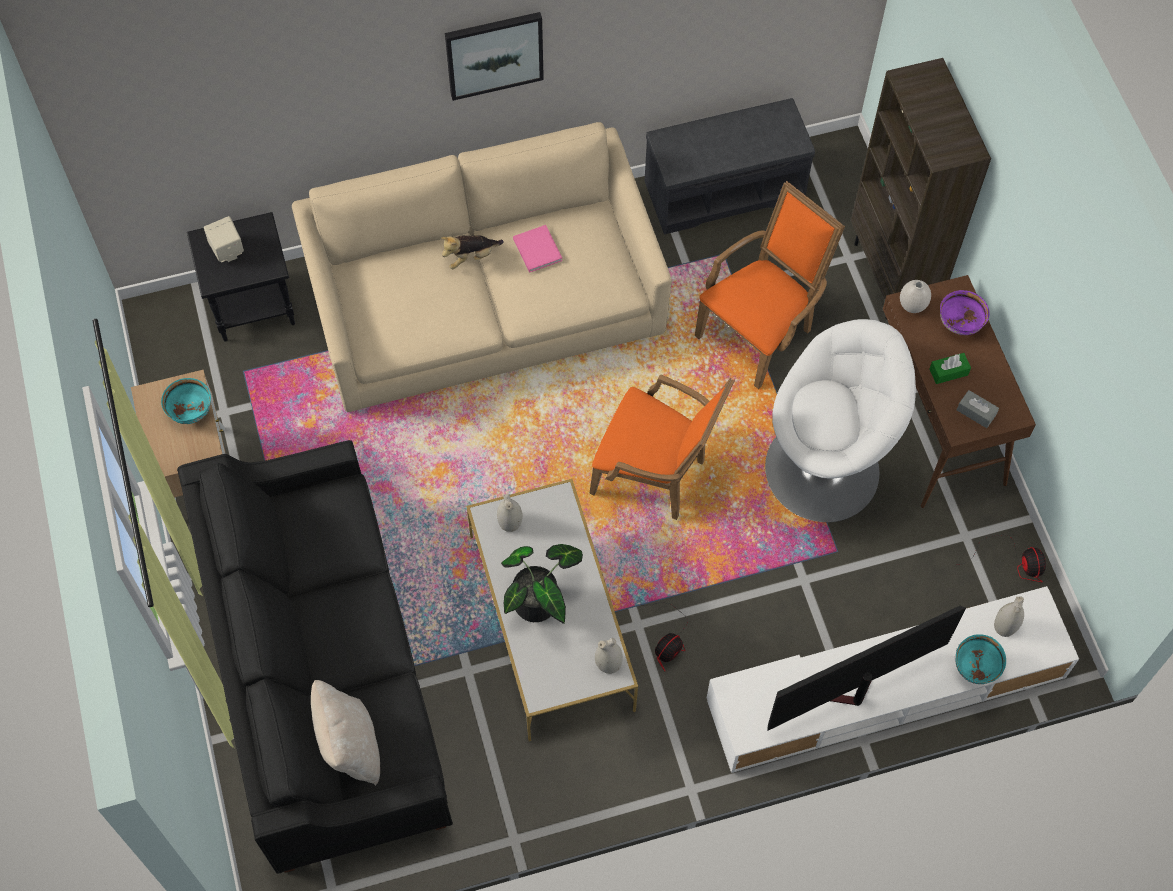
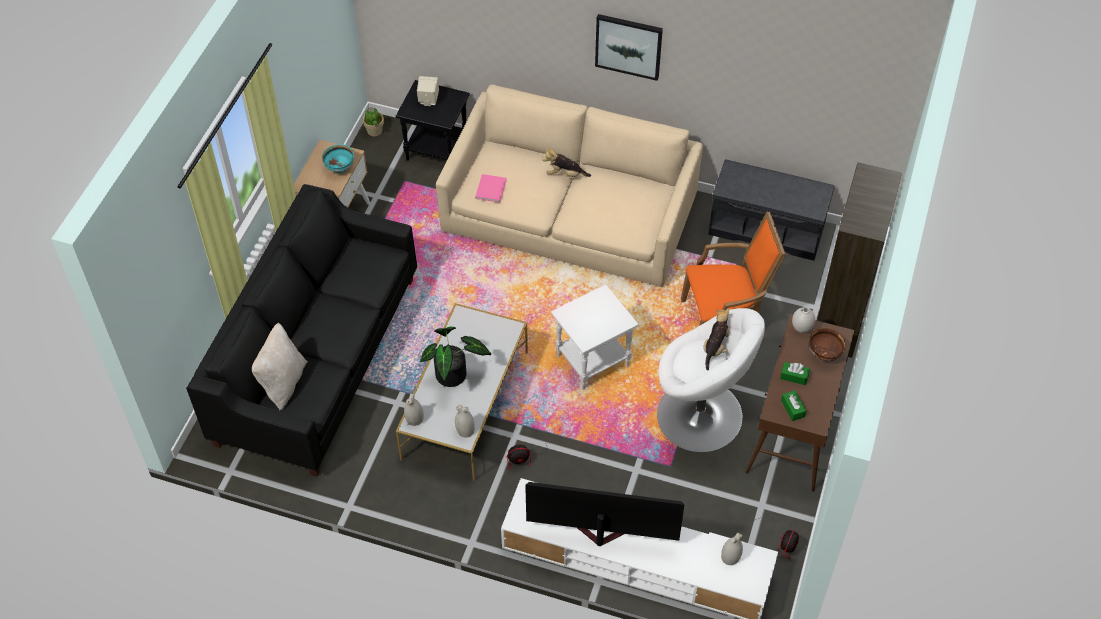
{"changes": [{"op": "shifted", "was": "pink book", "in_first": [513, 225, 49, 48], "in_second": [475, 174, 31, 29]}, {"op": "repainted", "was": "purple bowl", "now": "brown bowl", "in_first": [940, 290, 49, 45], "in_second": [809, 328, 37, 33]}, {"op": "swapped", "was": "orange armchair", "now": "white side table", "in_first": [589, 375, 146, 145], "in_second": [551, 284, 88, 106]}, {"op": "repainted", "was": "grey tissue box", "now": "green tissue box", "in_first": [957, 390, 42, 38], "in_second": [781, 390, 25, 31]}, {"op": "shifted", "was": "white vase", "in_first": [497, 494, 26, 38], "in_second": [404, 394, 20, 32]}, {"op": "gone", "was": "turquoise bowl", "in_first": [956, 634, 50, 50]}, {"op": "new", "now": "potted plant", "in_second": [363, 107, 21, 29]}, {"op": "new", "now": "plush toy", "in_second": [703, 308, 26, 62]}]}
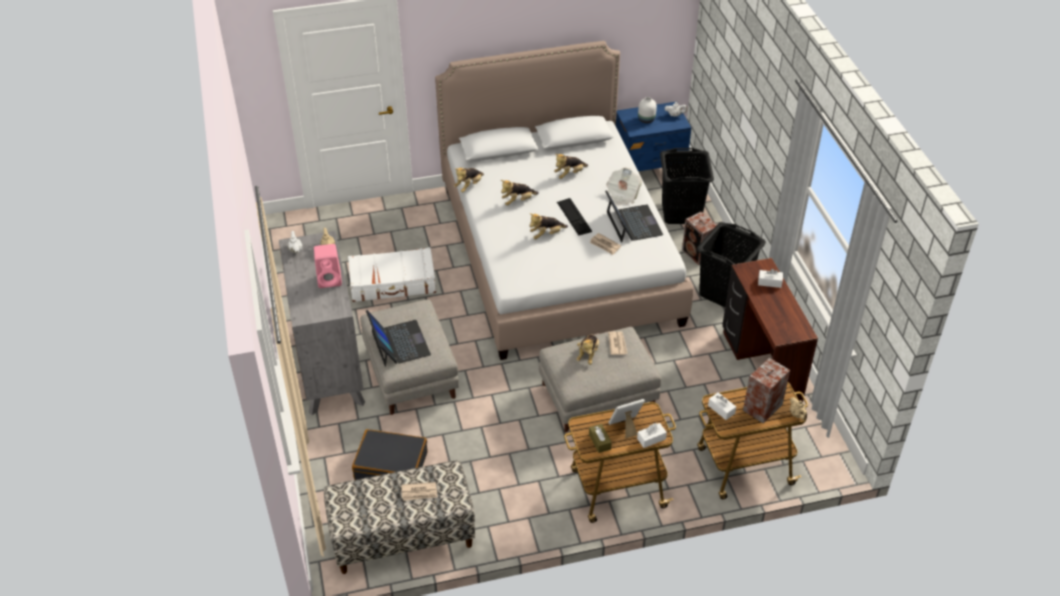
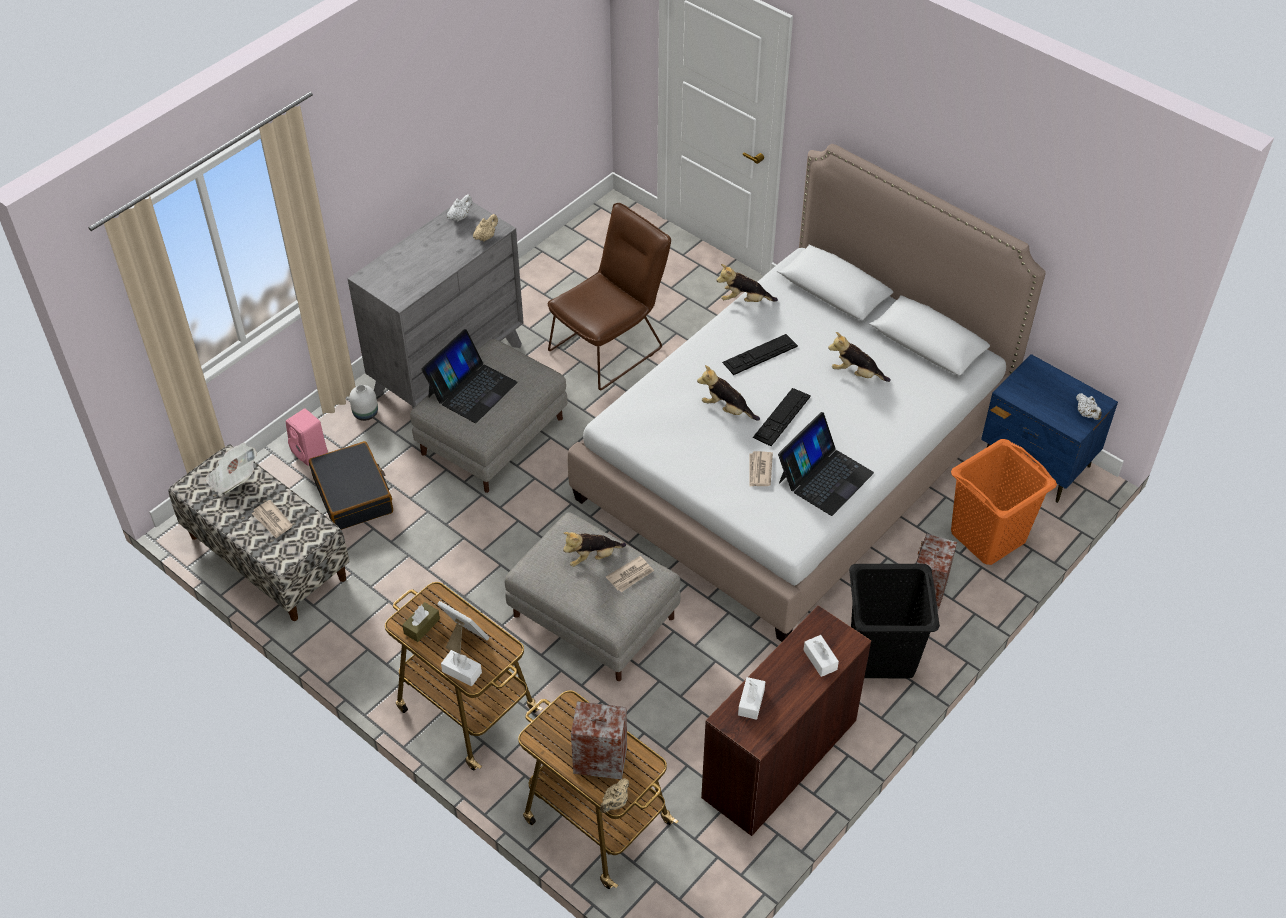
{"changes": [{"op": "shifted", "was": "white vase", "in_first": [638, 97, 19, 26], "in_second": [349, 385, 29, 36]}, {"op": "repainted", "was": "black laundry basket", "now": "orange laundry basket", "in_first": [660, 148, 54, 76], "in_second": [951, 439, 106, 126]}, {"op": "shifted", "was": "newspaper", "in_first": [606, 167, 36, 39], "in_second": [205, 443, 52, 53]}, {"op": "swapped", "was": "plush toy", "now": "keyboard", "in_first": [501, 180, 38, 26], "in_second": [722, 334, 76, 41]}, {"op": "shifted", "was": "pink speaker", "in_first": [314, 244, 28, 44], "in_second": [286, 408, 42, 58]}, {"op": "swapped", "was": "white suitcase", "now": "brown chair", "in_first": [348, 247, 88, 55], "in_second": [547, 203, 124, 187]}, {"op": "shifted", "was": "white tissue box", "in_first": [708, 392, 28, 28], "in_second": [738, 677, 27, 43]}]}
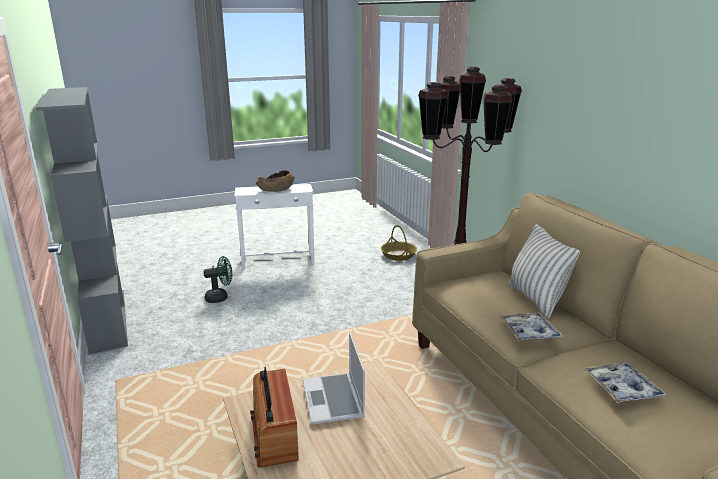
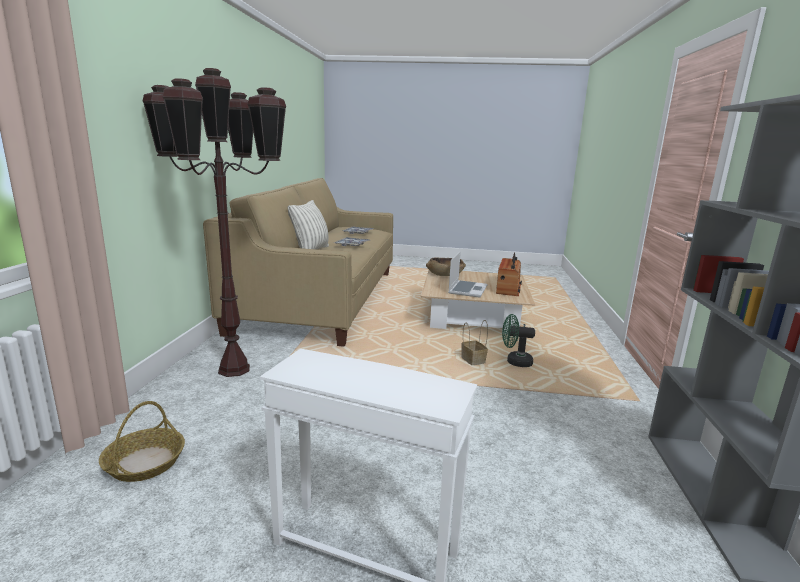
{"changes": [{"op": "shifted", "was": "brown bowl", "in_first": [256, 170, 39, 22], "in_second": [426, 257, 40, 19]}, {"op": "shifted", "was": "green fan", "in_first": [203, 256, 29, 47], "in_second": [502, 314, 33, 53]}, {"op": "new", "now": "basket", "in_second": [461, 320, 27, 45]}]}
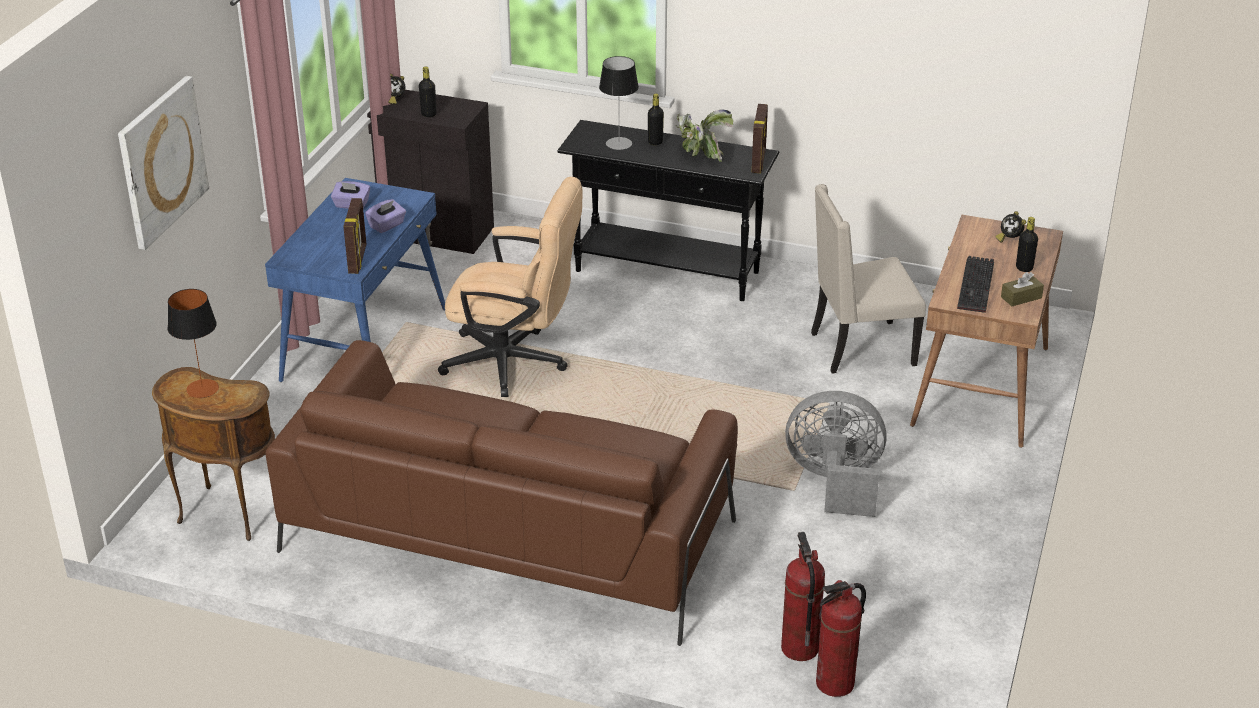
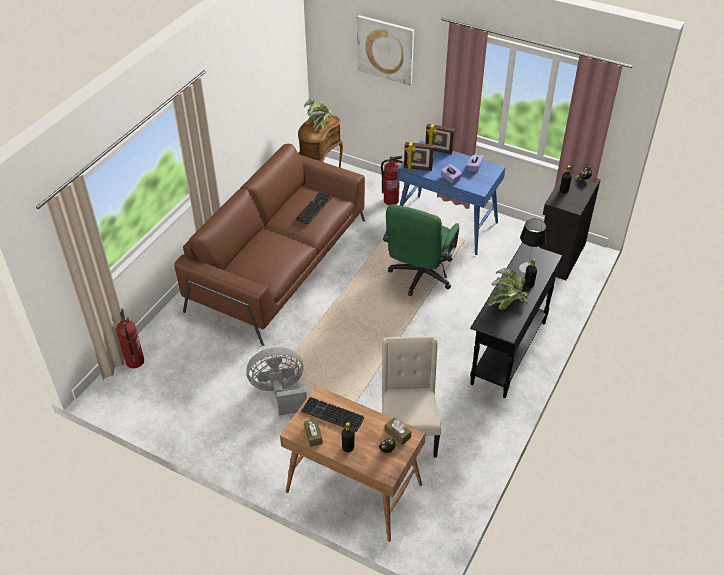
{"changes": [{"op": "shifted", "was": "picture frame", "in_first": [752, 104, 16, 69], "in_second": [425, 124, 30, 30]}, {"op": "repainted", "was": "beige office chair", "now": "green office chair", "in_first": [438, 177, 144, 220], "in_second": [383, 204, 76, 92]}, {"op": "swapped", "was": "table lamp", "now": "potted plant", "in_first": [168, 289, 51, 109], "in_second": [304, 98, 31, 33]}, {"op": "rotated", "was": "grey fan", "in_first": [785, 391, 102, 126], "in_second": [246, 347, 61, 68], "clockwise": -120}, {"op": "shifted", "was": "fire extinguisher", "in_first": [781, 532, 44, 129], "in_second": [381, 156, 21, 49]}, {"op": "new", "now": "keyboard", "in_second": [296, 192, 36, 32]}, {"op": "new", "now": "brown tissue box", "in_second": [385, 418, 26, 27]}]}
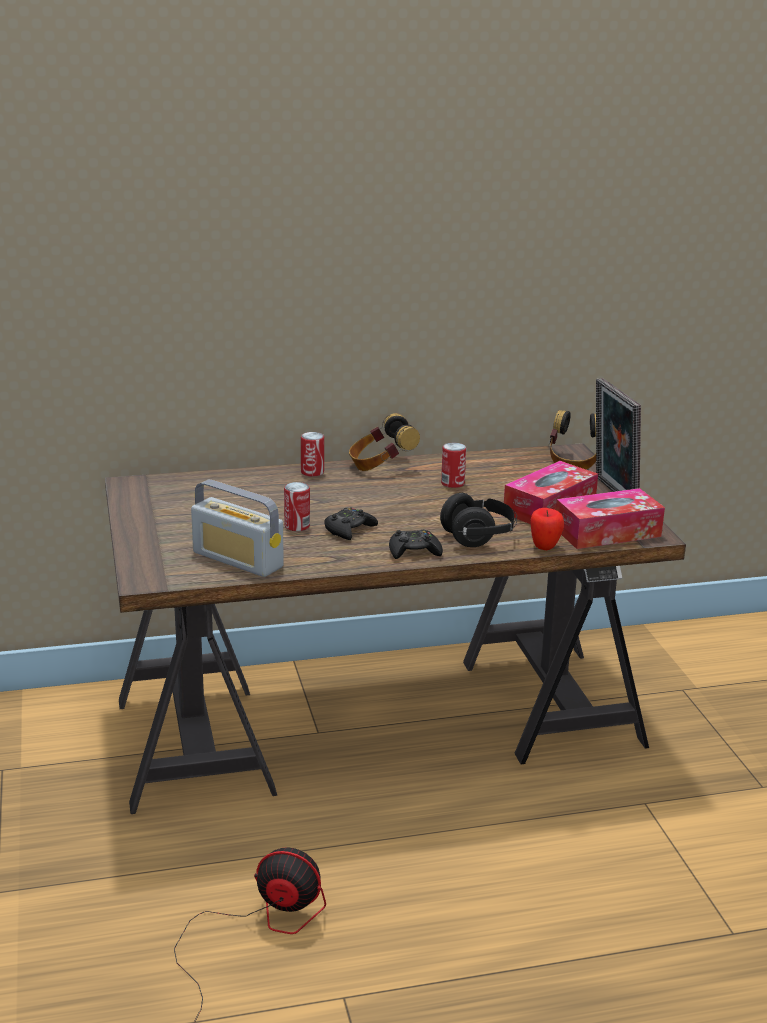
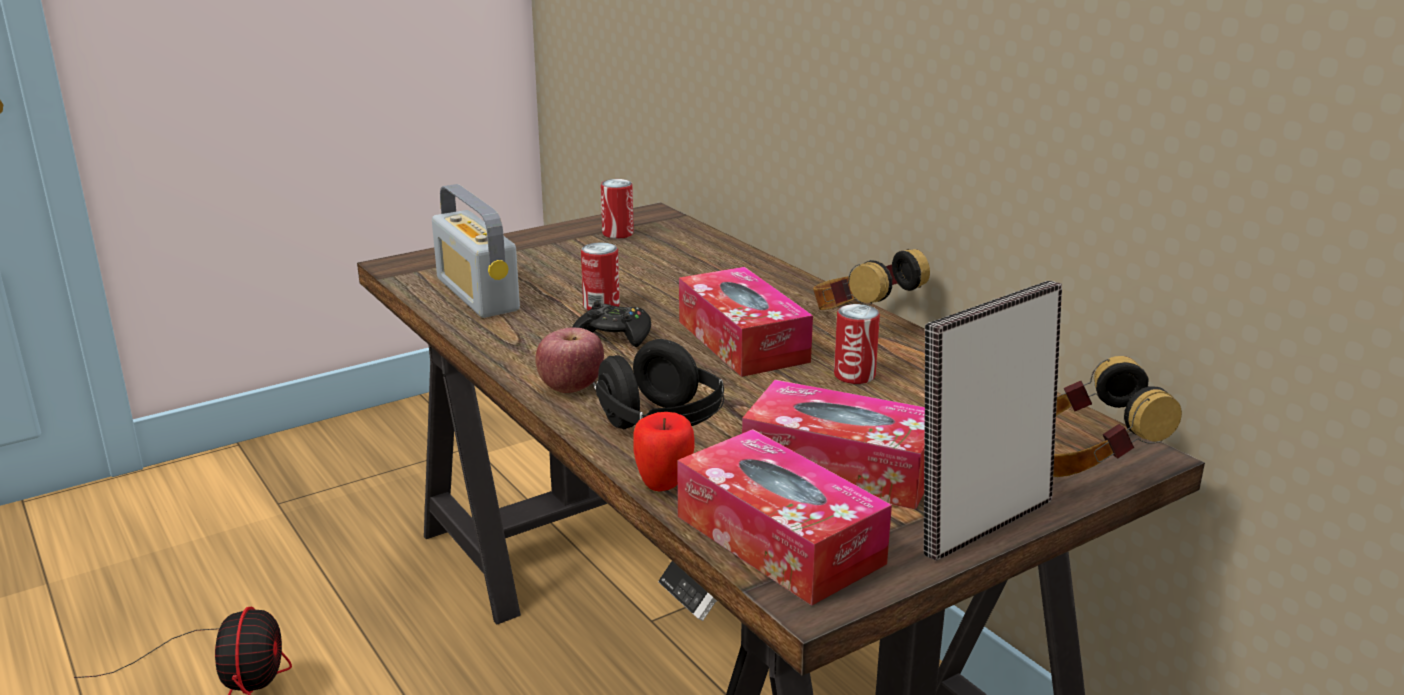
{"changes": [{"op": "shifted", "was": "can", "in_first": [301, 432, 23, 45], "in_second": [601, 179, 33, 60]}, {"op": "rotated", "was": "radio", "in_first": [191, 479, 93, 98], "in_second": [432, 184, 88, 134], "clockwise": -45}, {"op": "swapped", "was": "black game controller", "now": "apple", "in_first": [389, 529, 54, 30], "in_second": [535, 327, 69, 66]}, {"op": "new", "now": "tissue box", "in_second": [679, 267, 134, 110]}]}
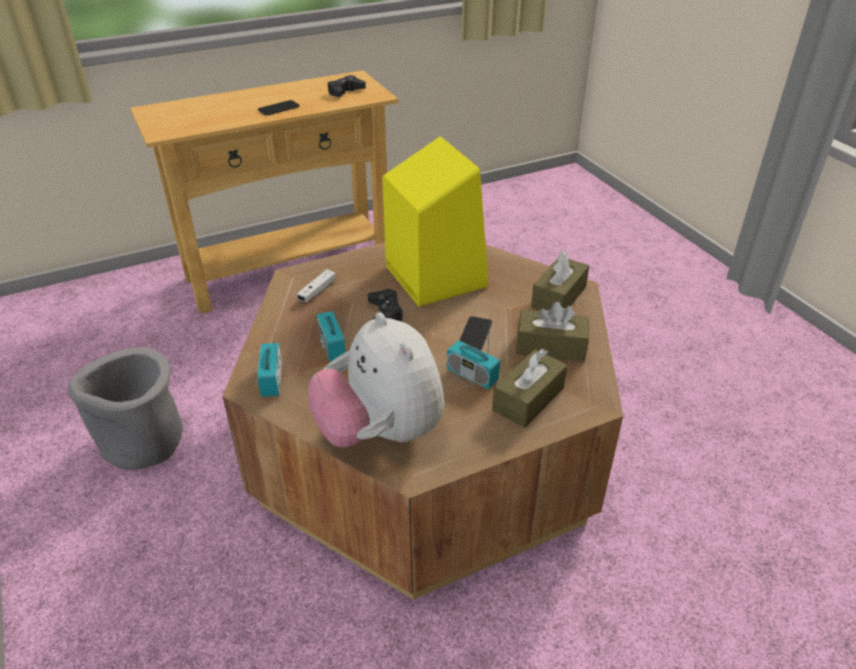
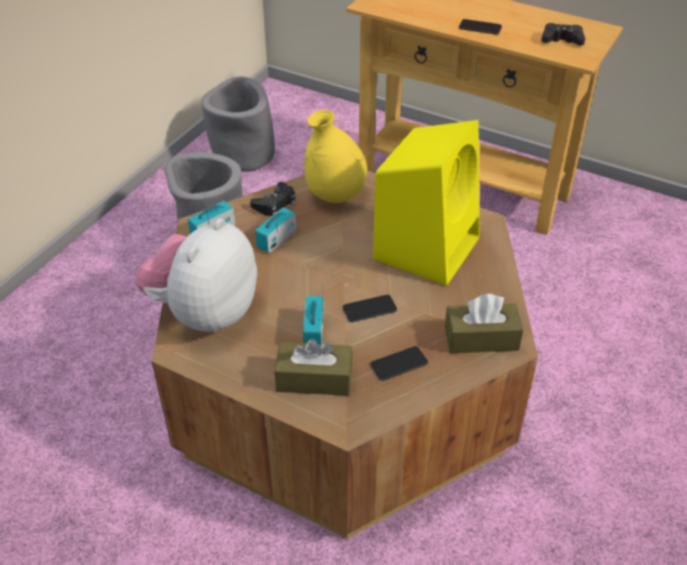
{"changes": [{"op": "swapped", "was": "white game controller", "now": "yellow vase", "in_first": [297, 269, 39, 33], "in_second": [304, 110, 63, 93]}, {"op": "shifted", "was": "black game controller", "in_first": [368, 289, 36, 32], "in_second": [250, 182, 46, 34]}, {"op": "swapped", "was": "brown tissue box", "now": "phone", "in_first": [516, 302, 73, 60], "in_second": [370, 346, 58, 35]}, {"op": "new", "now": "grey planter", "in_second": [201, 76, 74, 96]}]}
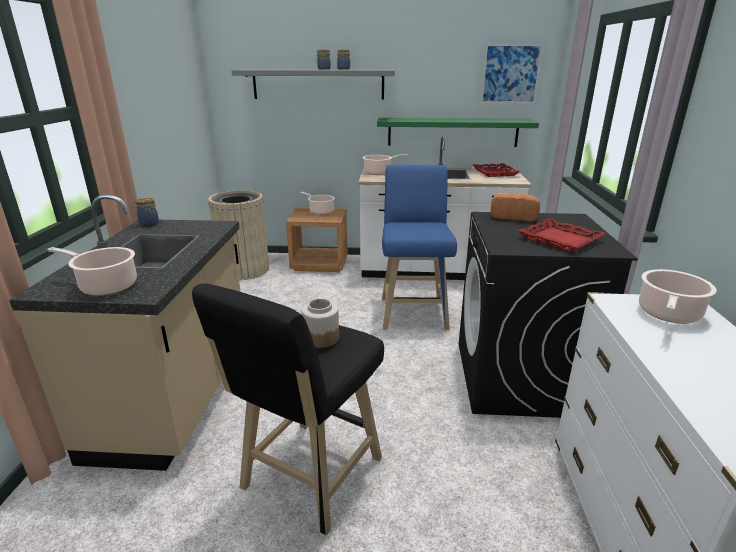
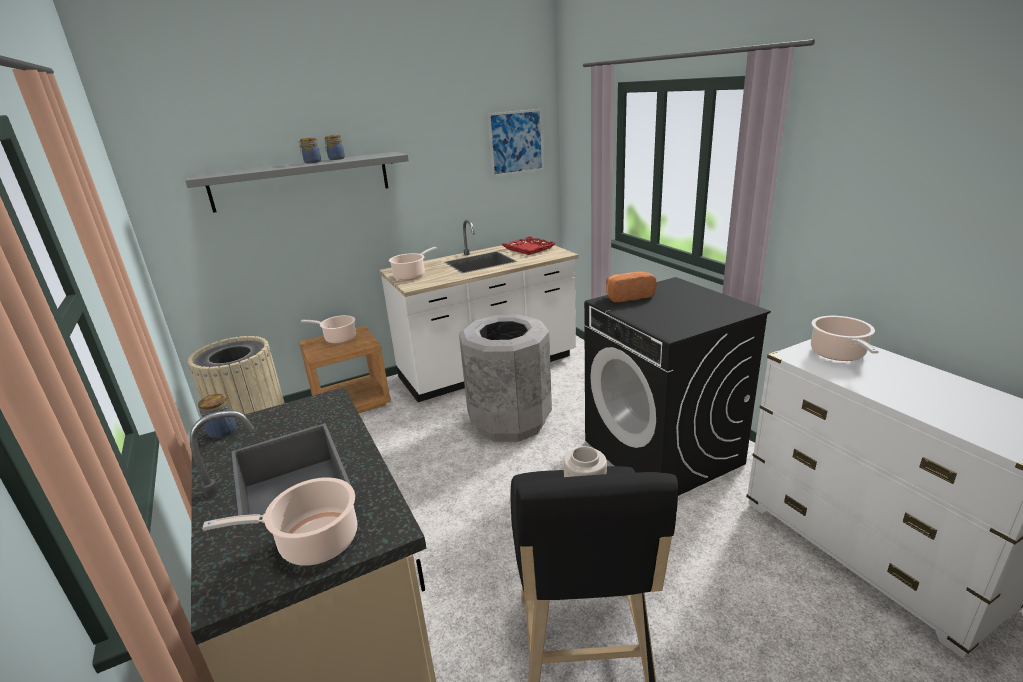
{"changes": [{"op": "gone", "was": "green shelf", "in_first": [377, 118, 162, 29]}, {"op": "swapped", "was": "blue stool", "now": "grey trash can", "in_first": [382, 165, 75, 165], "in_second": [459, 314, 93, 128]}, {"op": "gone", "was": "red tray", "in_first": [518, 218, 88, 34]}]}
